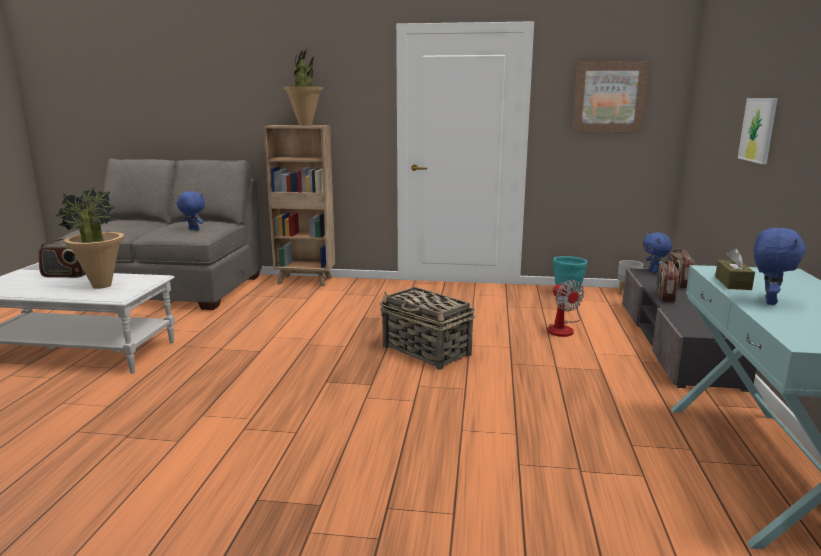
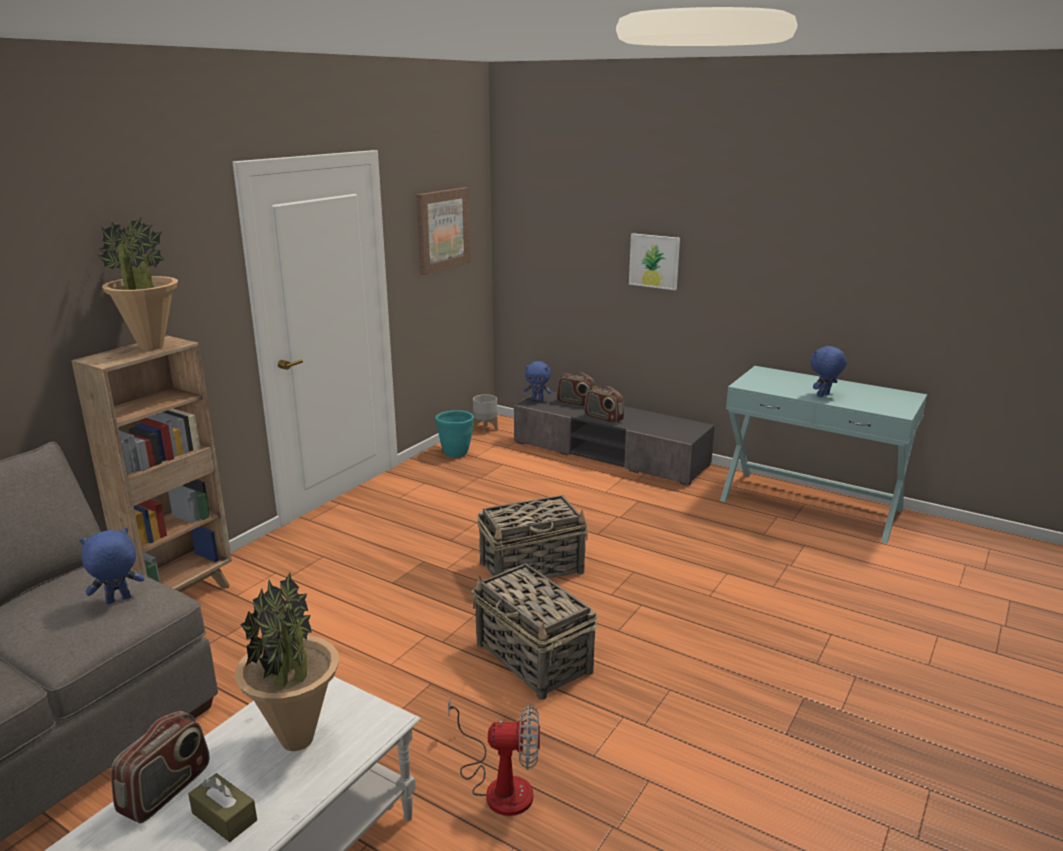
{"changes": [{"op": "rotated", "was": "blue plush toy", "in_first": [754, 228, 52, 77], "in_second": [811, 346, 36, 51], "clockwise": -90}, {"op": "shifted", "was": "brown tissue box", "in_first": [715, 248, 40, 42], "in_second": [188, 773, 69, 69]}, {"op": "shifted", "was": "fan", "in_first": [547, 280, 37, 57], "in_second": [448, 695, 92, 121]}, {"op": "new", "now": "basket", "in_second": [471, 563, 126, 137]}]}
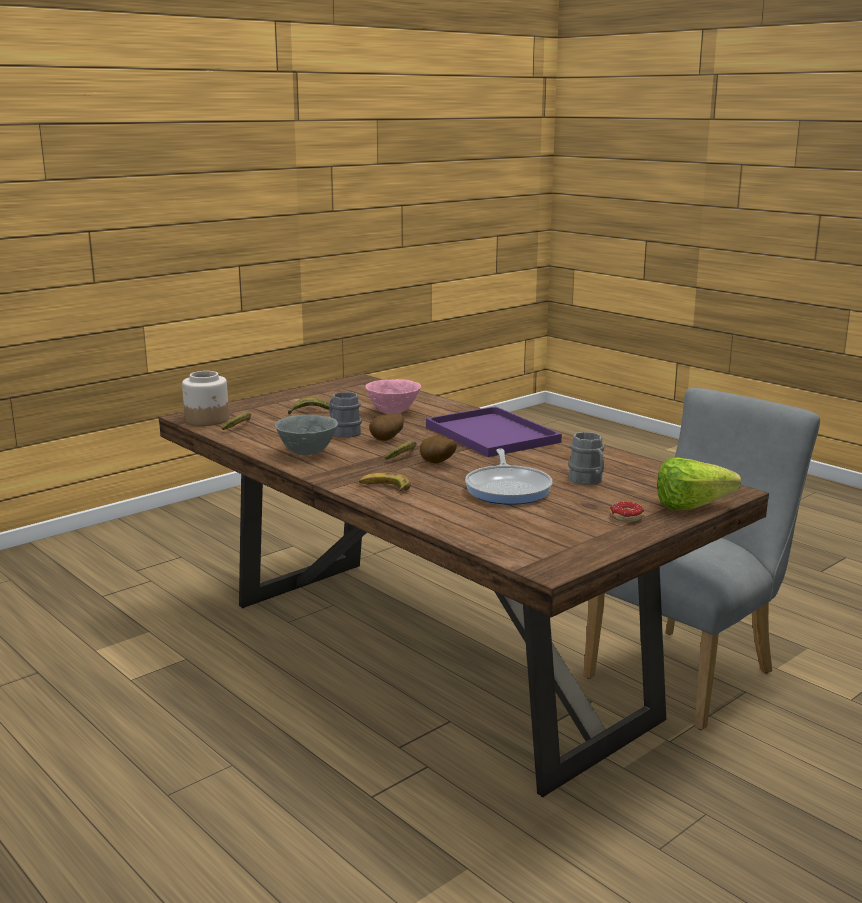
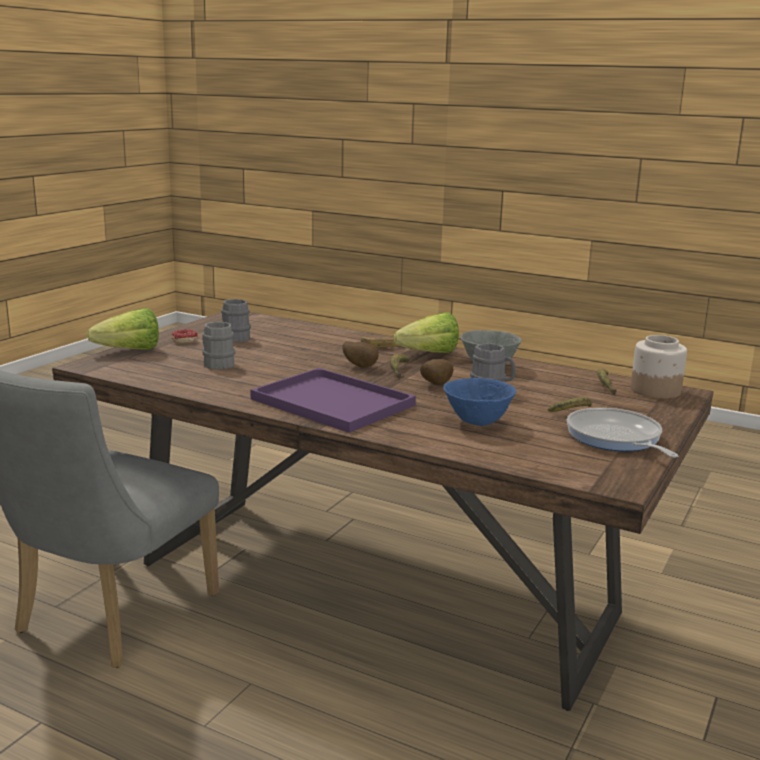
{"changes": [{"op": "repainted", "was": "pink bowl", "now": "blue bowl", "in_first": [366, 379, 55, 35], "in_second": [443, 378, 73, 48]}, {"op": "shifted", "was": "frying pan", "in_first": [465, 449, 88, 56], "in_second": [567, 408, 111, 50]}, {"op": "new", "now": "grey mug", "in_second": [221, 299, 30, 43]}, {"op": "new", "now": "lettuce", "in_second": [394, 312, 65, 41]}]}
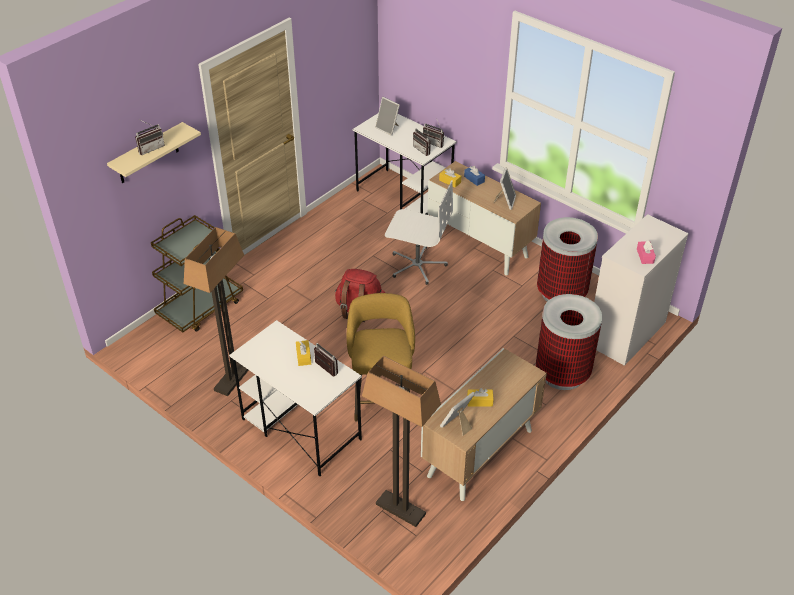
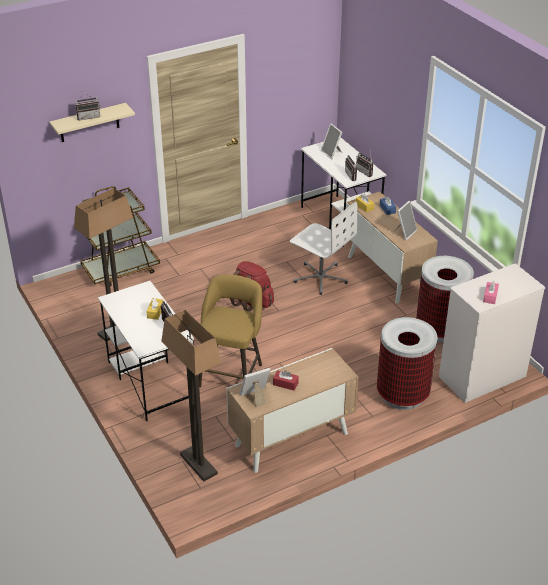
{"changes": [{"op": "repainted", "was": "yellow tissue box", "now": "red tissue box", "in_first": [467, 388, 27, 19], "in_second": [273, 370, 26, 21]}]}
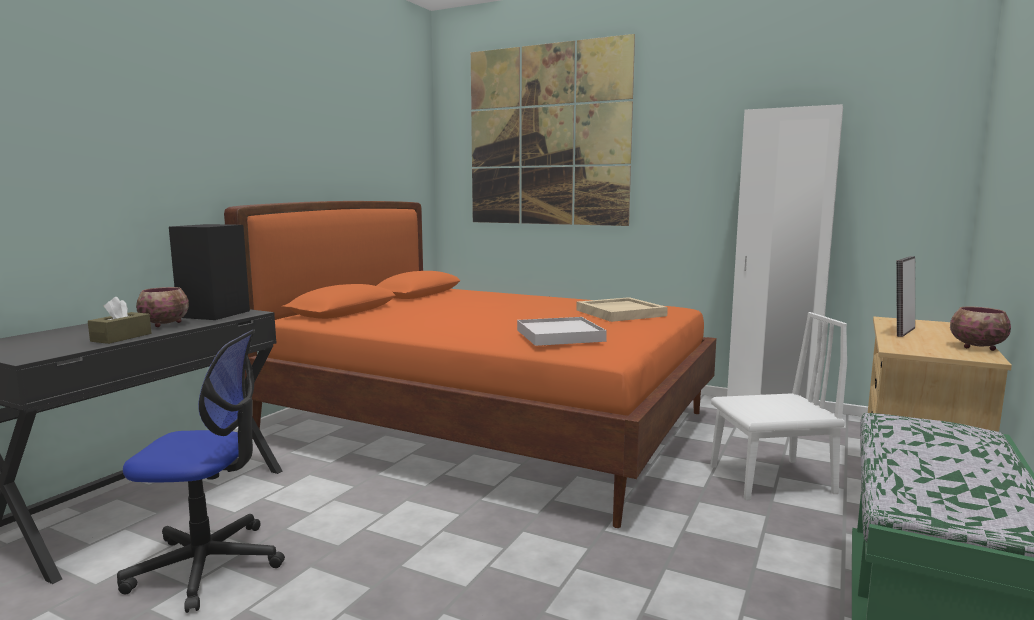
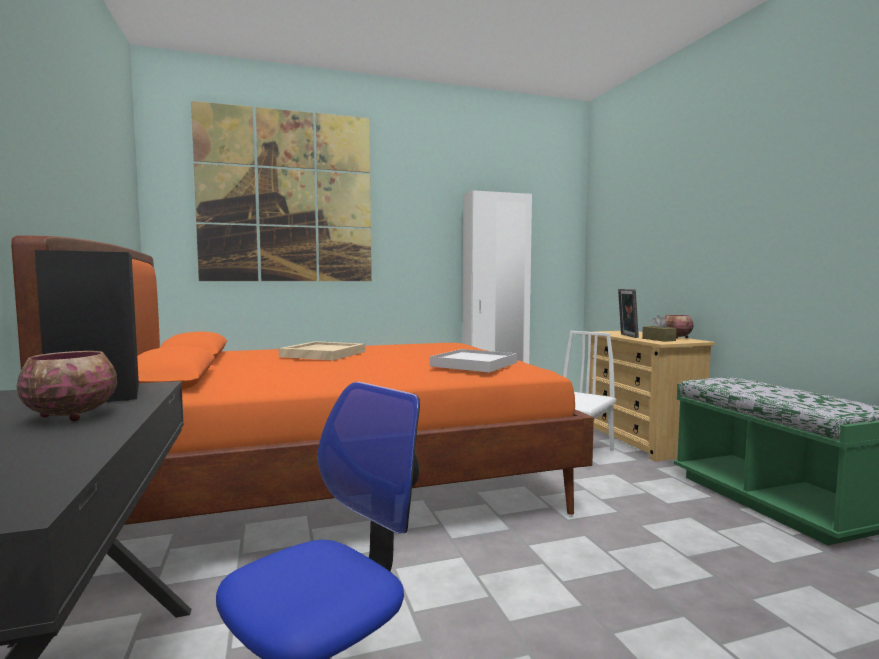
{"changes": [{"op": "shifted", "was": "brown tissue box", "in_first": [88, 297, 63, 47], "in_second": [642, 315, 35, 27]}, {"op": "shifted", "was": "beige tray", "in_first": [576, 297, 92, 25], "in_second": [278, 341, 87, 20]}]}
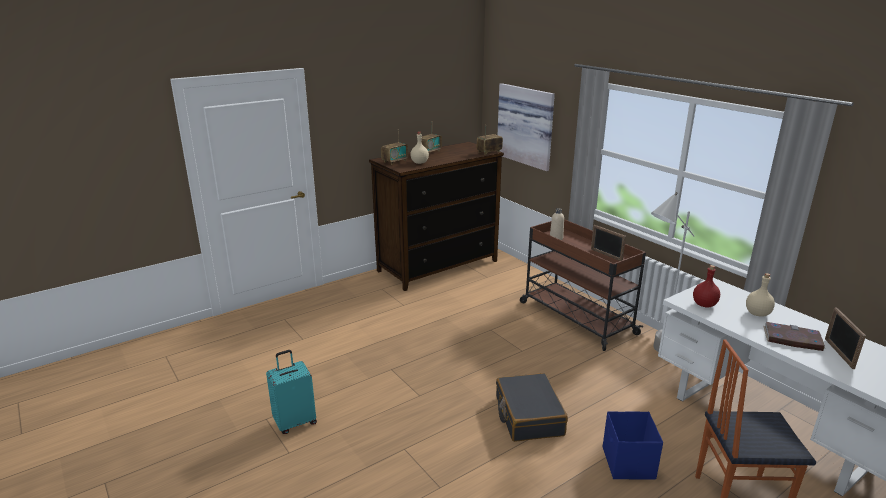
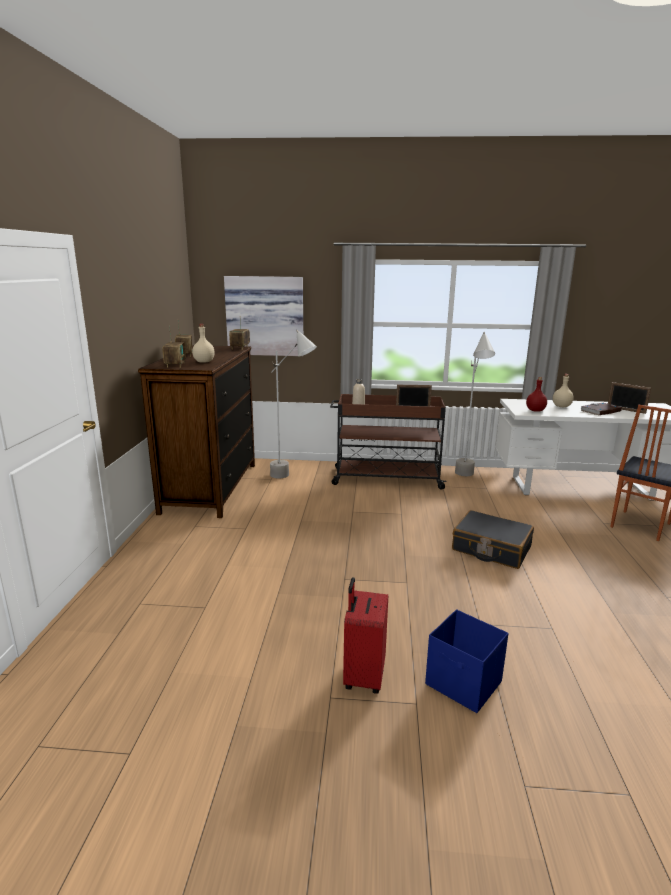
{"changes": [{"op": "repainted", "was": "turquoise suitcase", "now": "red suitcase", "in_first": [266, 350, 51, 84], "in_second": [343, 577, 45, 117]}, {"op": "shifted", "was": "blue storage box", "in_first": [603, 411, 60, 69], "in_second": [425, 610, 84, 103]}, {"op": "new", "now": "grey floor lamp", "in_second": [270, 330, 47, 148]}]}
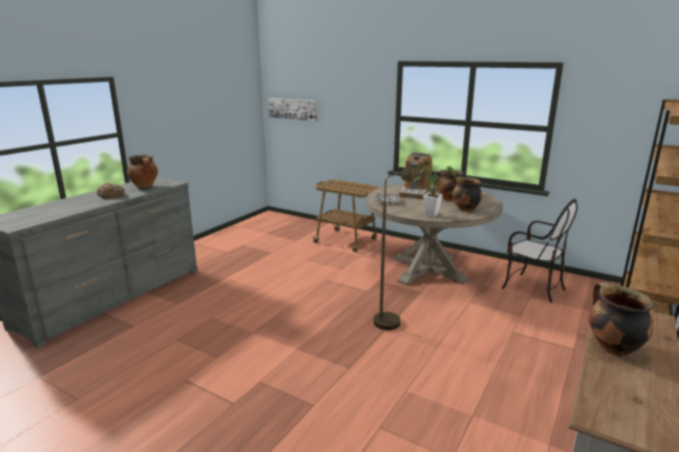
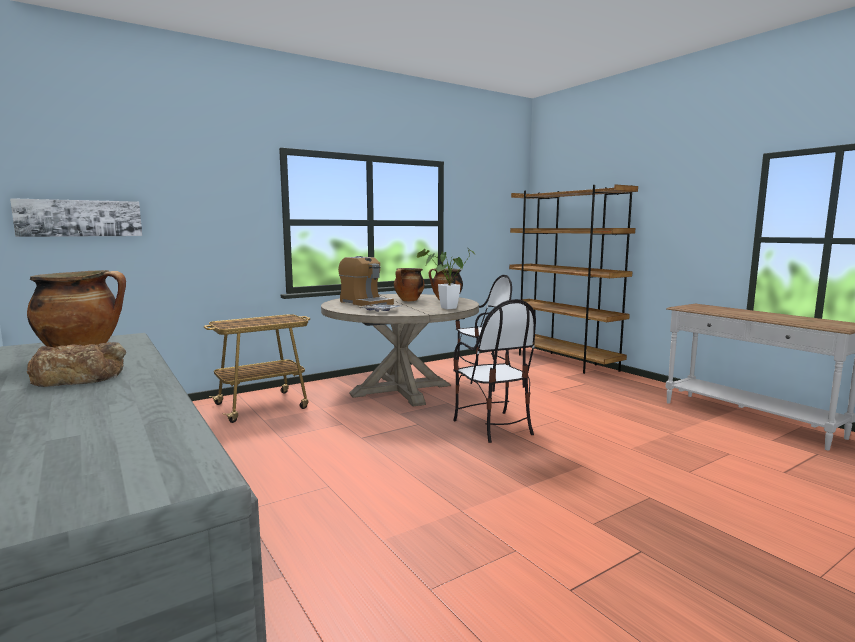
{"changes": [{"op": "swapped", "was": "brown floor lamp", "now": "chair", "in_first": [373, 168, 43, 162], "in_second": [453, 299, 83, 144]}, {"op": "gone", "was": "cooking pot", "in_first": [589, 283, 64, 73]}]}
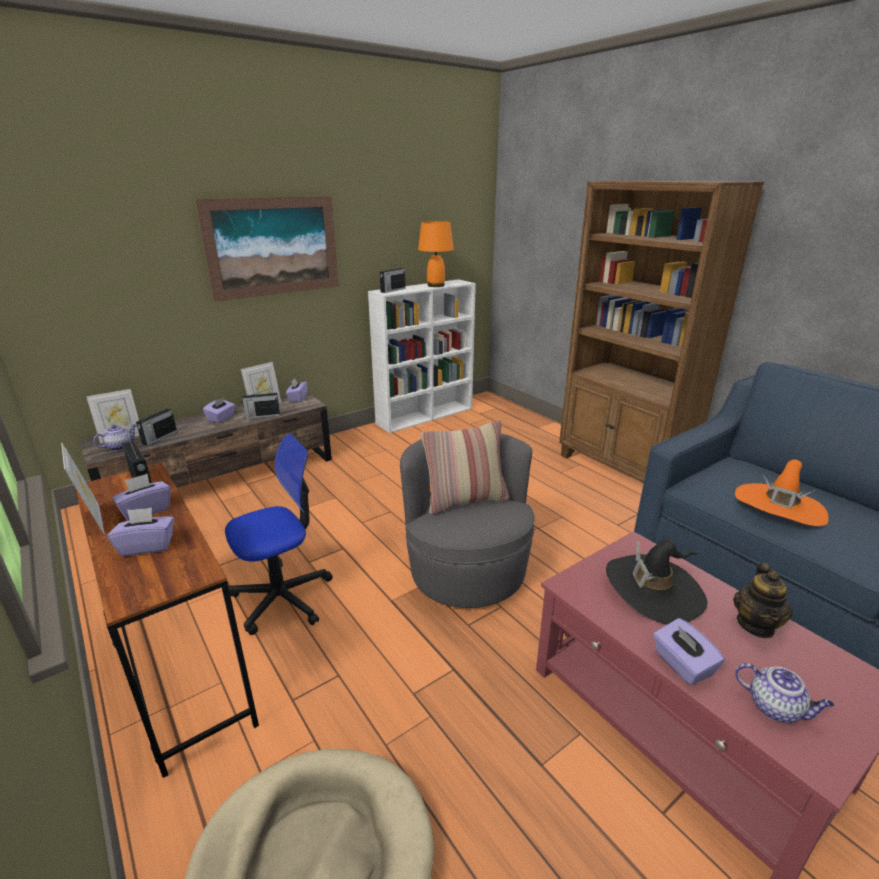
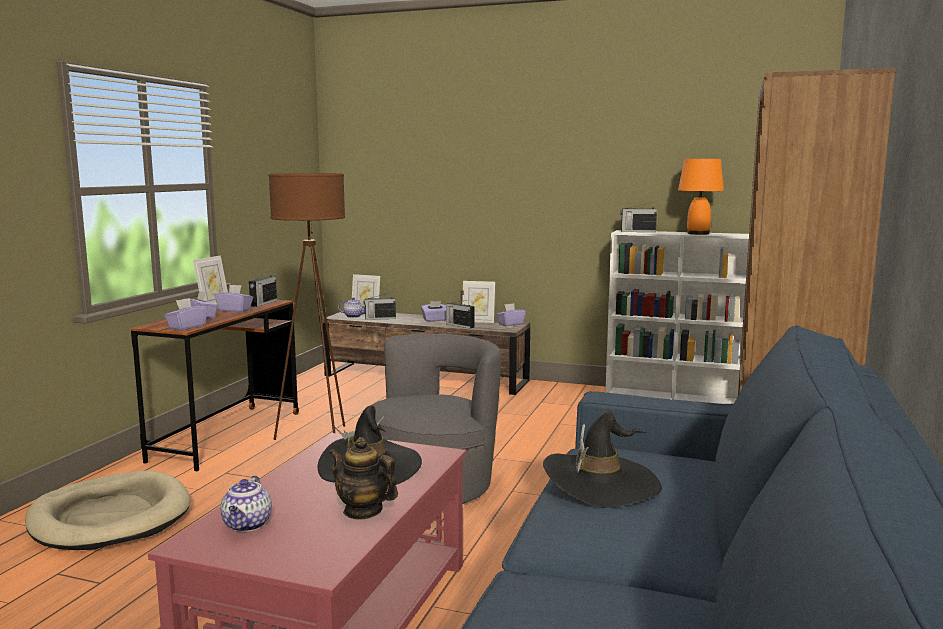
{"changes": [{"op": "gone", "was": "picture", "in_first": [195, 196, 144, 106]}, {"op": "gone", "was": "pillow", "in_first": [421, 420, 88, 94]}, {"op": "swapped", "was": "office chair", "now": "brown floor lamp", "in_first": [225, 433, 108, 202], "in_second": [268, 173, 77, 267]}, {"op": "repainted", "was": "orange hat", "now": "black hat", "in_first": [735, 460, 94, 66], "in_second": [543, 411, 119, 97]}, {"op": "rotated", "was": "teapot", "in_first": [733, 563, 60, 75], "in_second": [329, 437, 69, 83], "clockwise": 45}, {"op": "shifted", "was": "purple tissue box", "in_first": [653, 618, 71, 67], "in_second": [164, 298, 44, 32]}]}
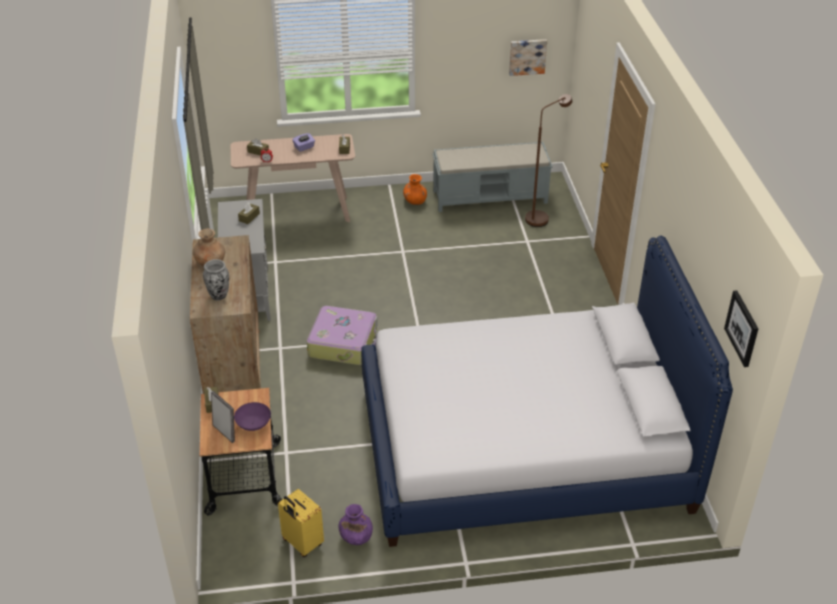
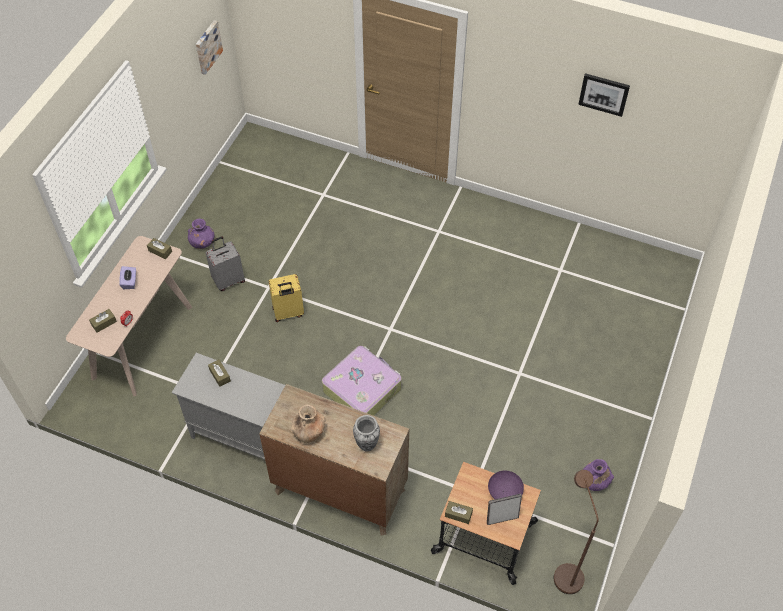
{"changes": [{"op": "shifted", "was": "brown floor lamp", "in_first": [525, 94, 47, 133], "in_second": [554, 470, 45, 124]}, {"op": "gone", "was": "grey bench", "in_first": [433, 142, 119, 70]}, {"op": "repainted", "was": "orange vase", "now": "purple vase", "in_first": [403, 174, 24, 31], "in_second": [188, 219, 26, 30]}, {"op": "gone", "was": "bed", "in_first": [361, 236, 372, 311]}, {"op": "shifted", "was": "picture", "in_first": [724, 290, 34, 77], "in_second": [578, 73, 52, 44]}, {"op": "shifted", "was": "yellow suitcase", "in_first": [278, 489, 46, 68], "in_second": [269, 274, 35, 48]}, {"op": "new", "now": "grey suitcase", "in_second": [206, 237, 39, 54]}]}
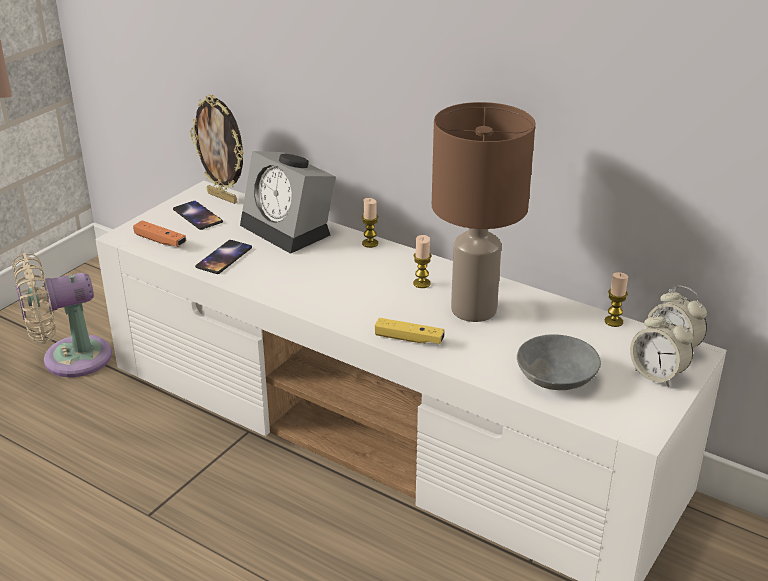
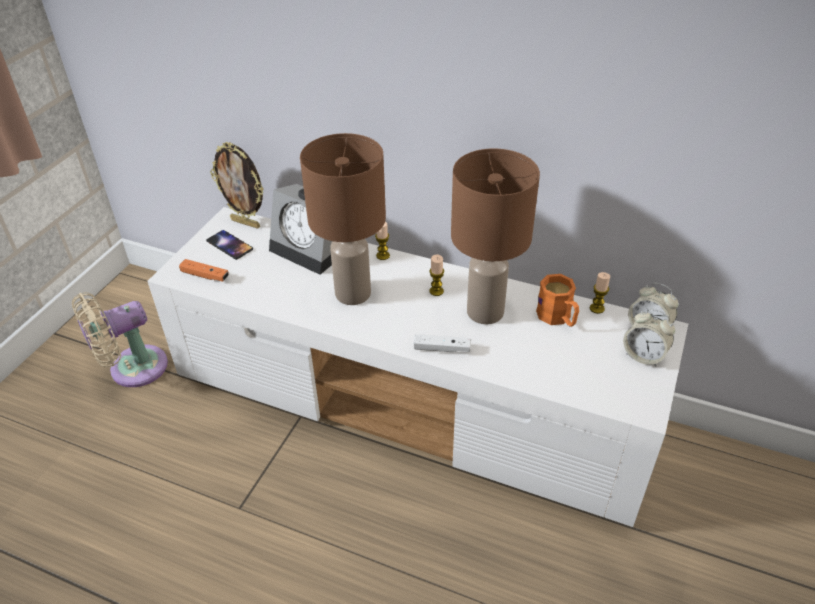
{"changes": [{"op": "gone", "was": "phone", "in_first": [195, 240, 57, 34]}, {"op": "repainted", "was": "yellow game controller", "now": "white game controller", "in_first": [375, 318, 70, 26], "in_second": [414, 334, 57, 18]}, {"op": "gone", "was": "grey bowl", "in_first": [517, 334, 84, 56]}, {"op": "new", "now": "brown table lamp", "in_second": [300, 133, 86, 172]}, {"op": "new", "now": "orange mug", "in_second": [536, 274, 43, 53]}]}
